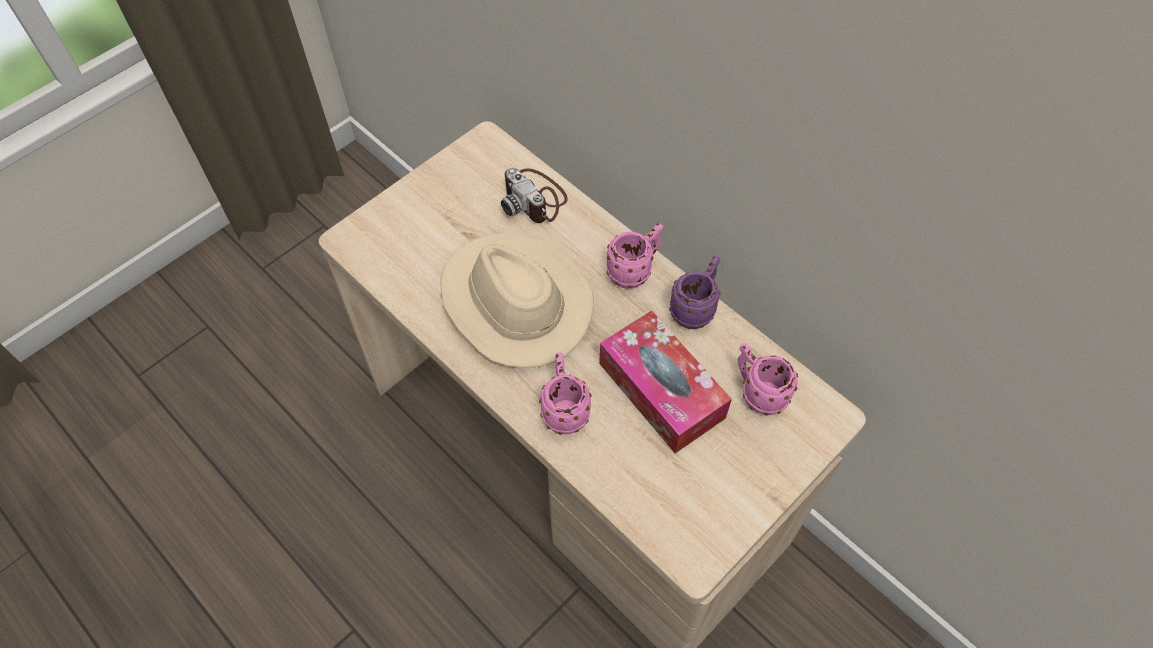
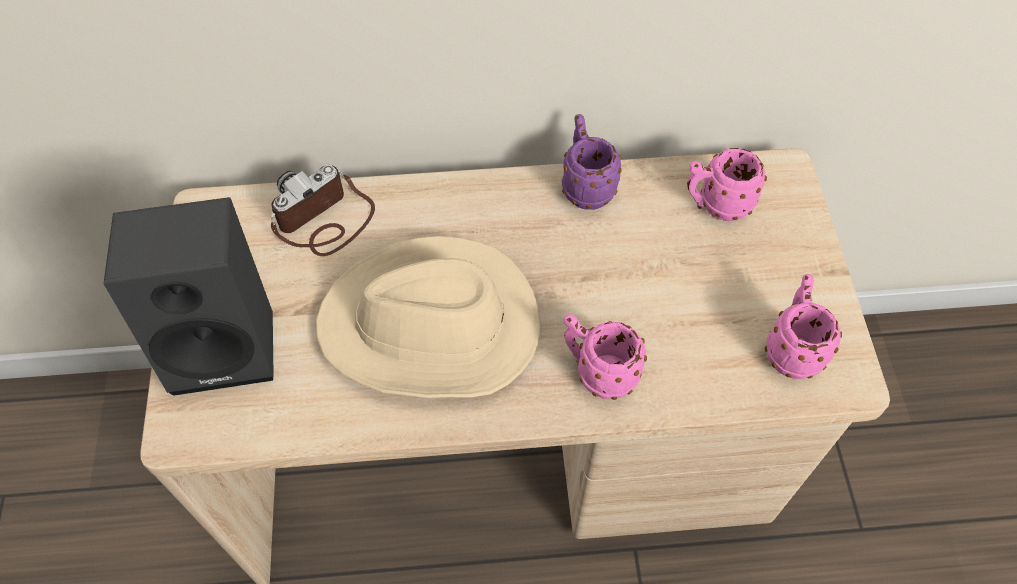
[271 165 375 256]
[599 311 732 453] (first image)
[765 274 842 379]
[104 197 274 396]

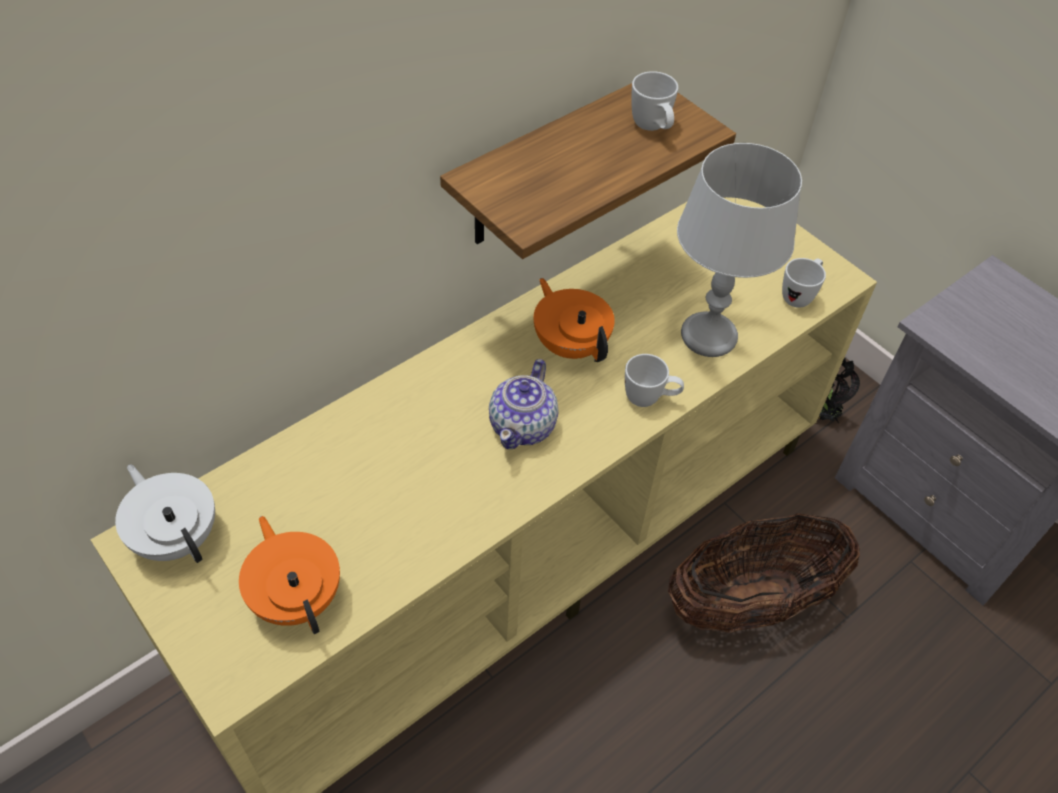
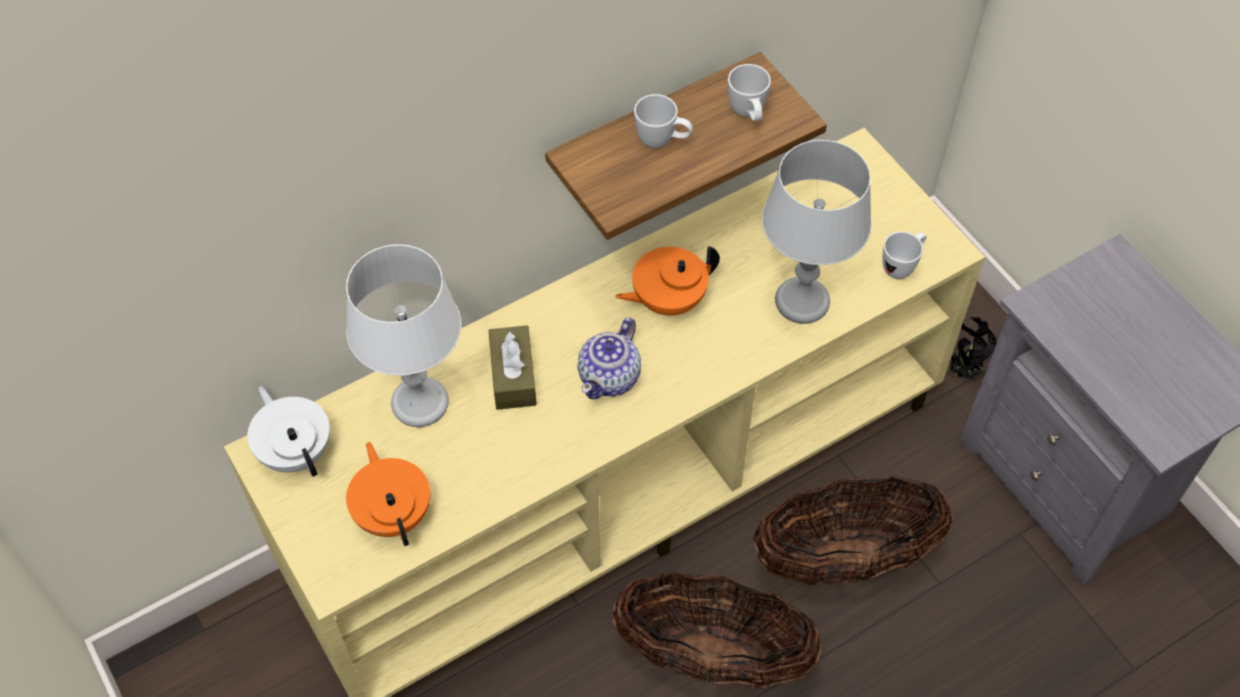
[615 246 720 315]
[634 94 693 148]
[346 244 461 427]
[488 325 537 410]
[613 572 823 689]

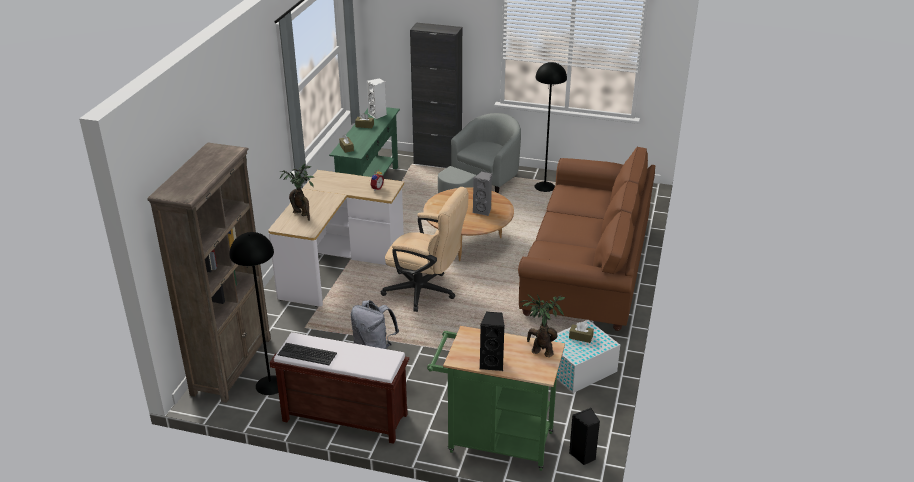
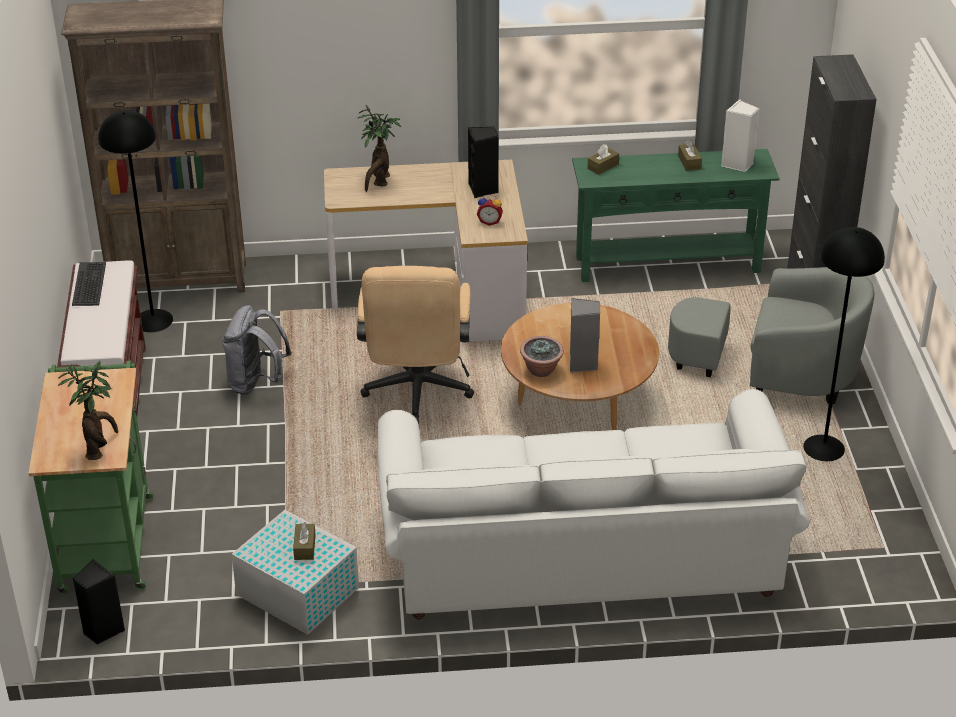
[468 127 499 198]
[377 389 810 620]
[520 336 564 377]

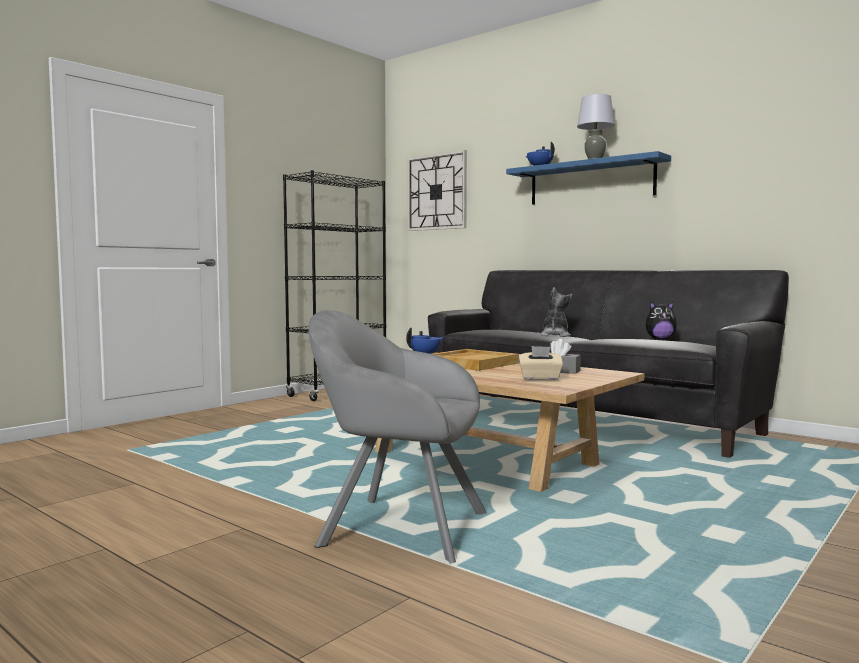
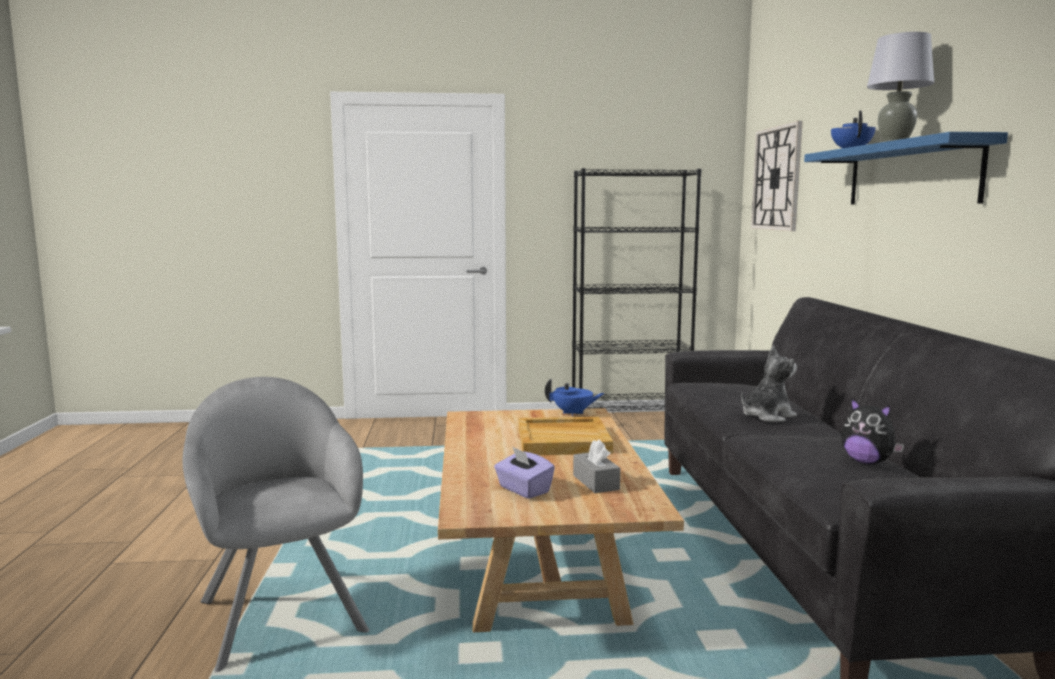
[494 446 555 499]

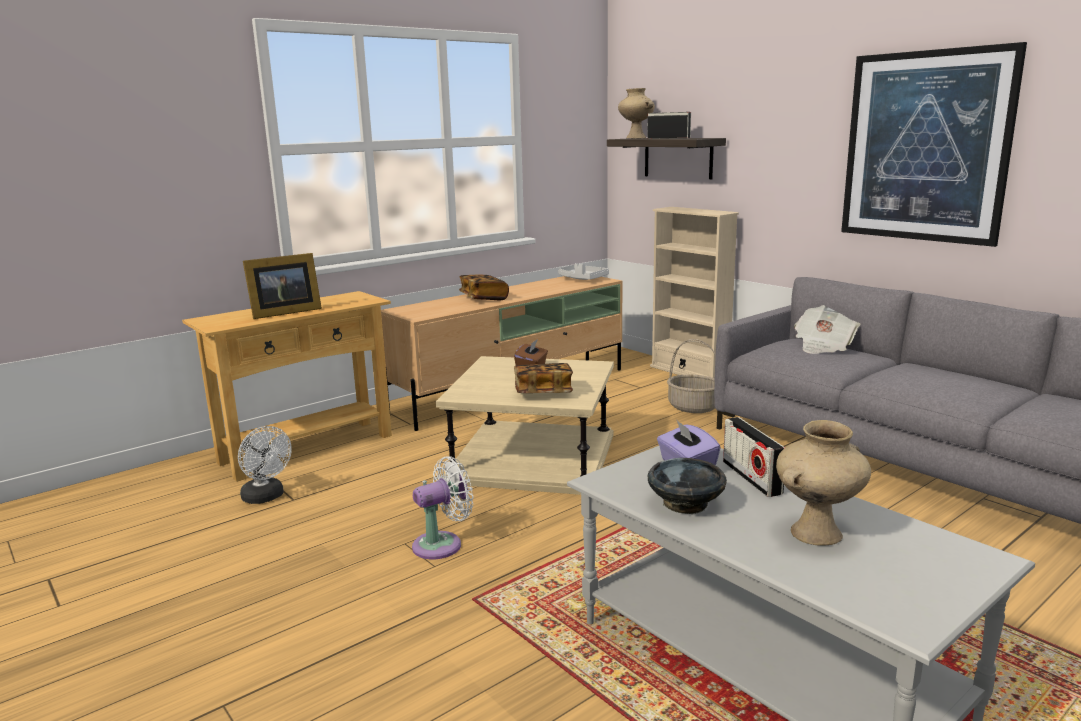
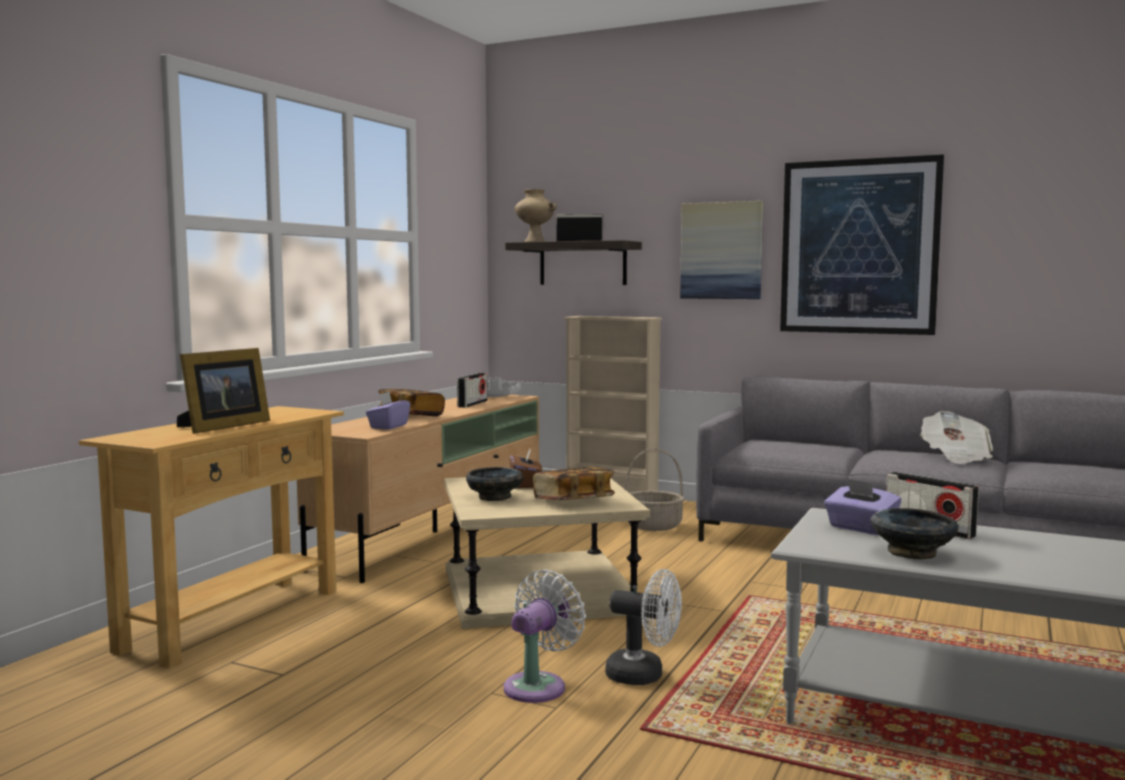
[605 569 682 685]
[776 420 871 546] (first image)
[920 411 993 464]
[366 392 410 429]
[457 373 488 408]
[466 467 524 501]
[680 201 763 299]

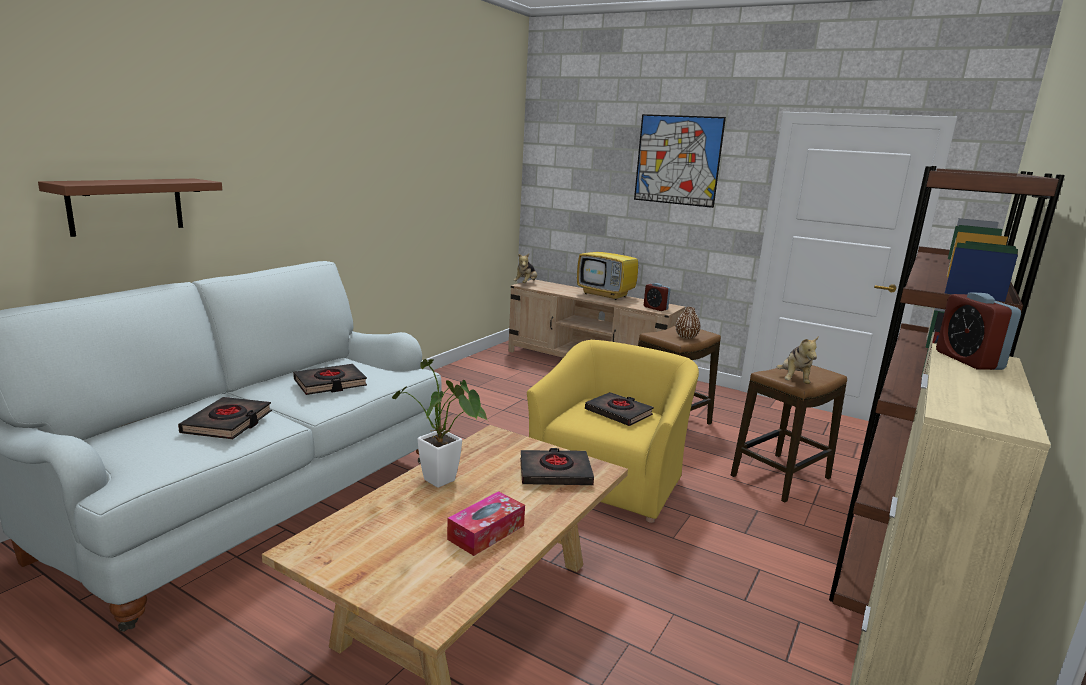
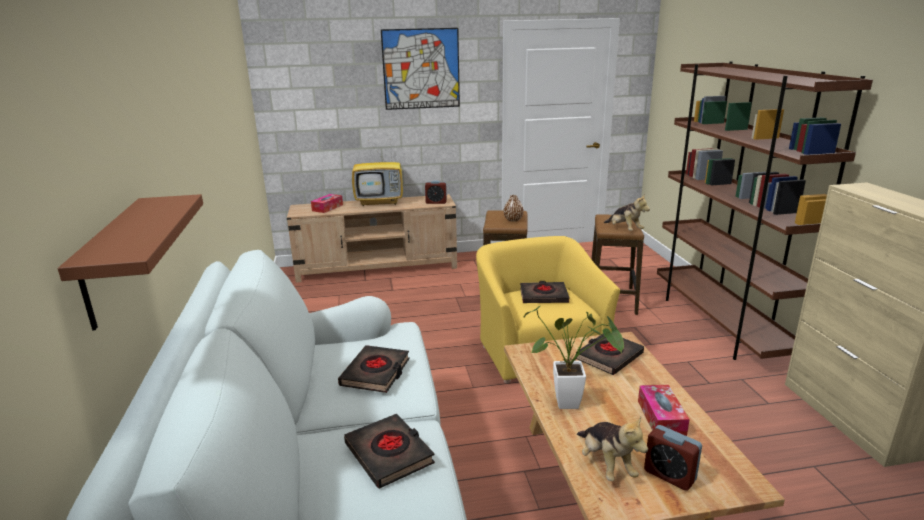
[577 417 648 481]
[644 425 702 491]
[311 194 343 213]

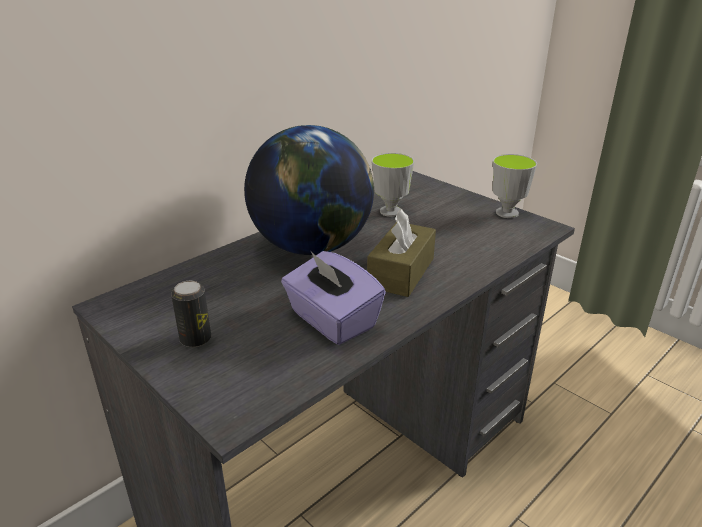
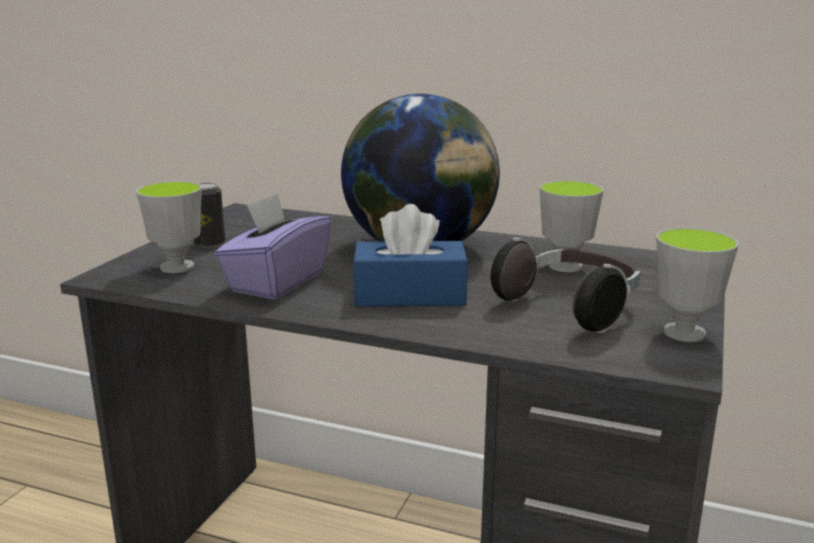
[353 204 468 307]
[136 181 202 273]
[490 237 640 333]

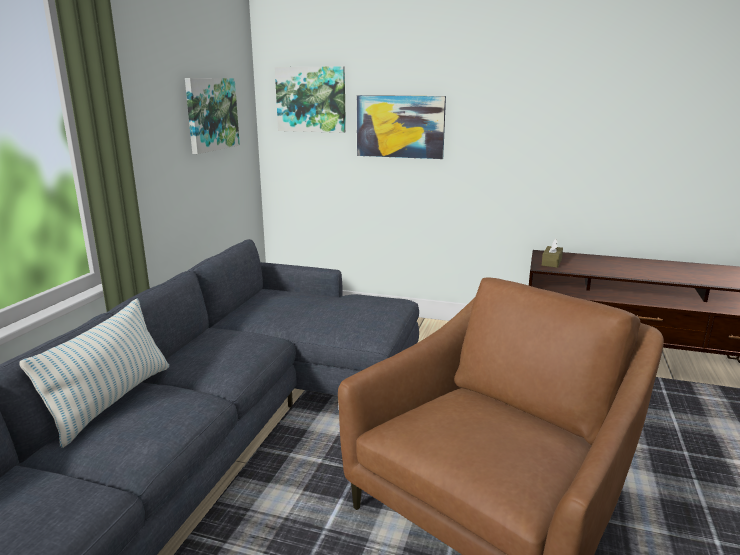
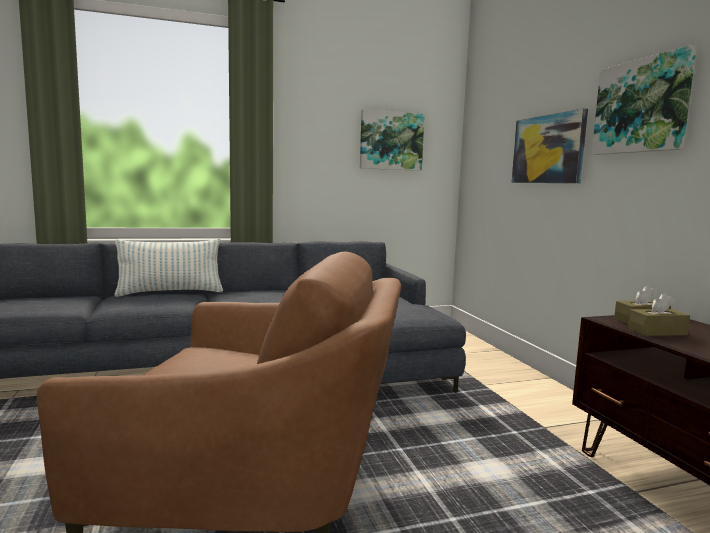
[592 45 697 155]
[628 293 690 336]

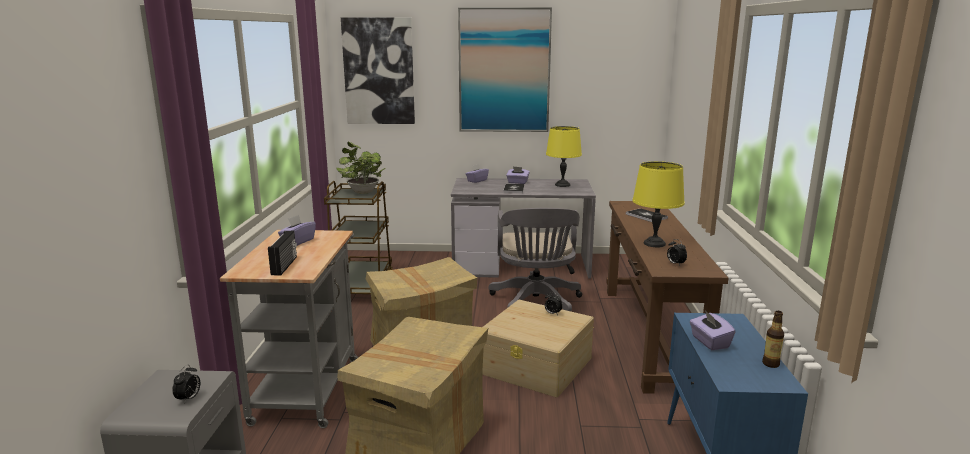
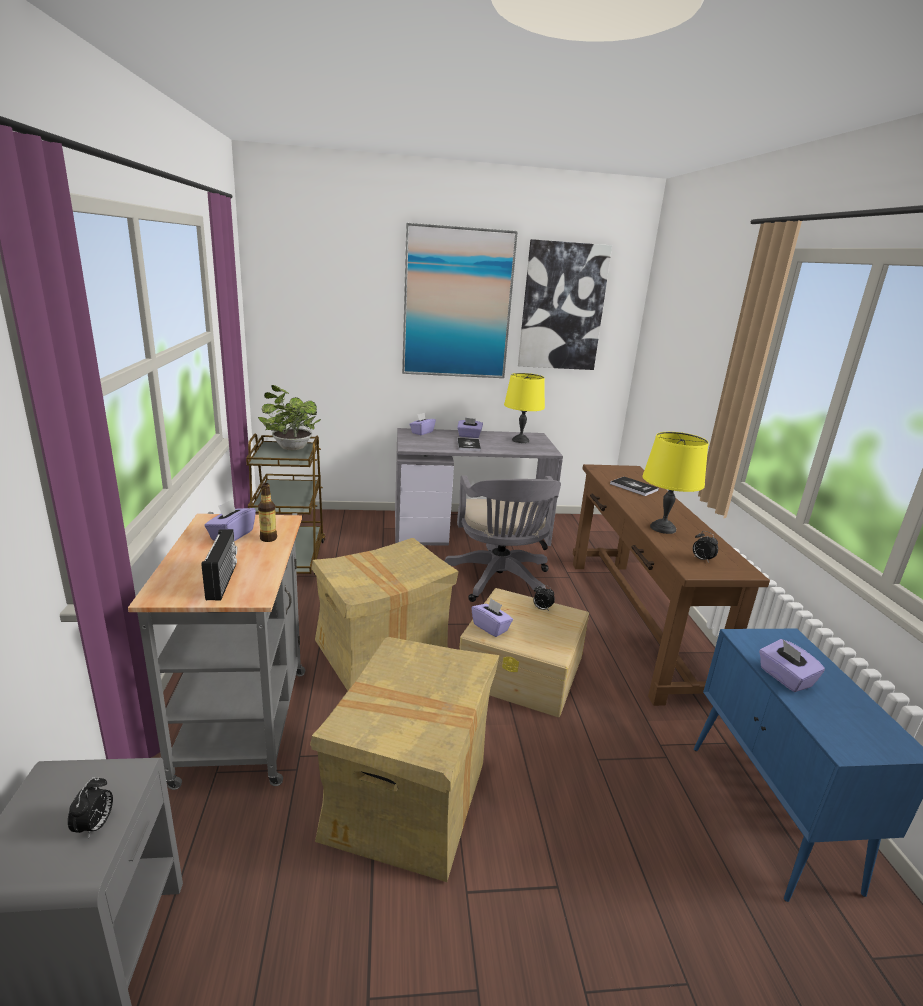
[518 239 612 370]
[258 483 277 542]
[471 599 513 637]

